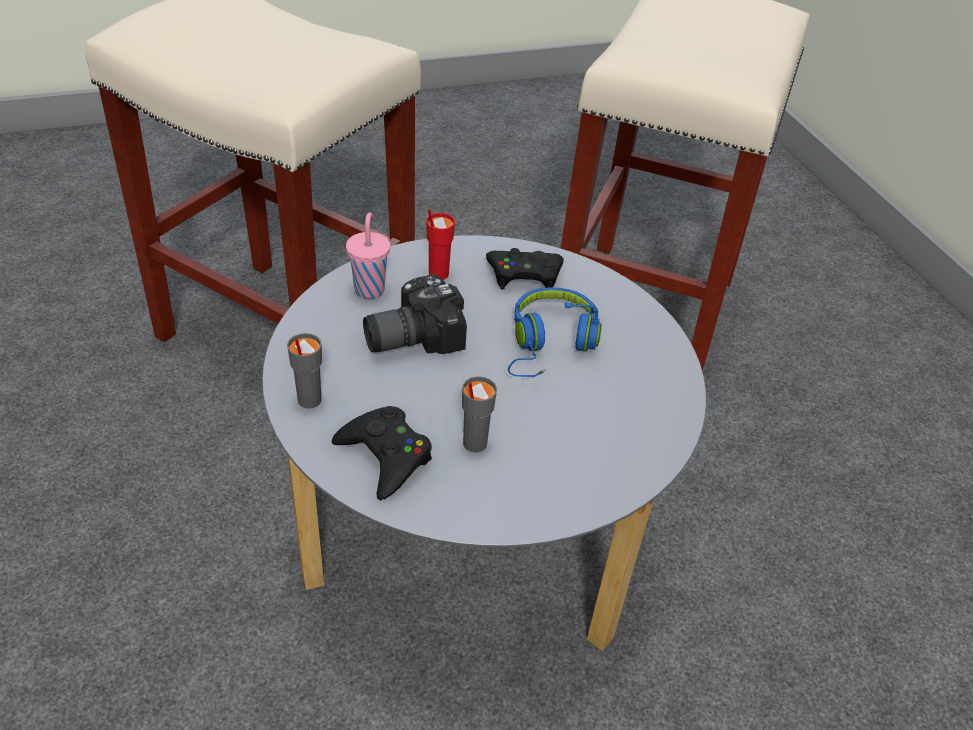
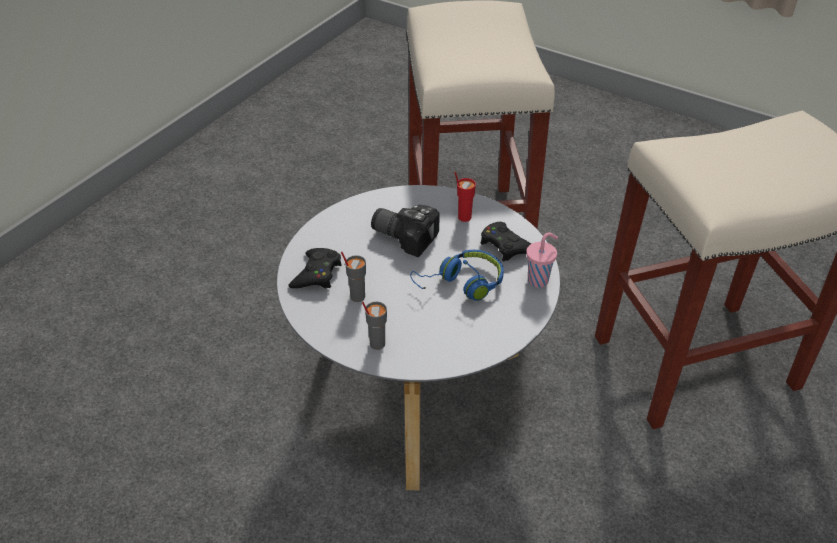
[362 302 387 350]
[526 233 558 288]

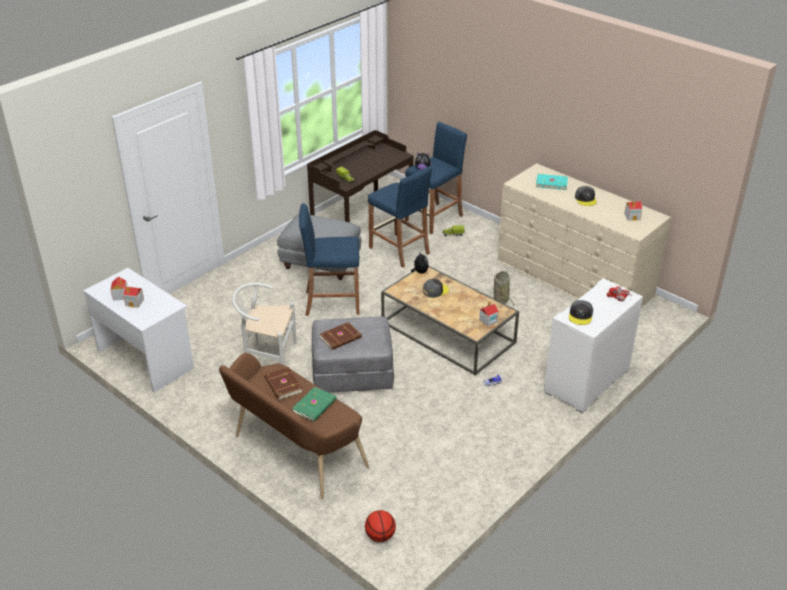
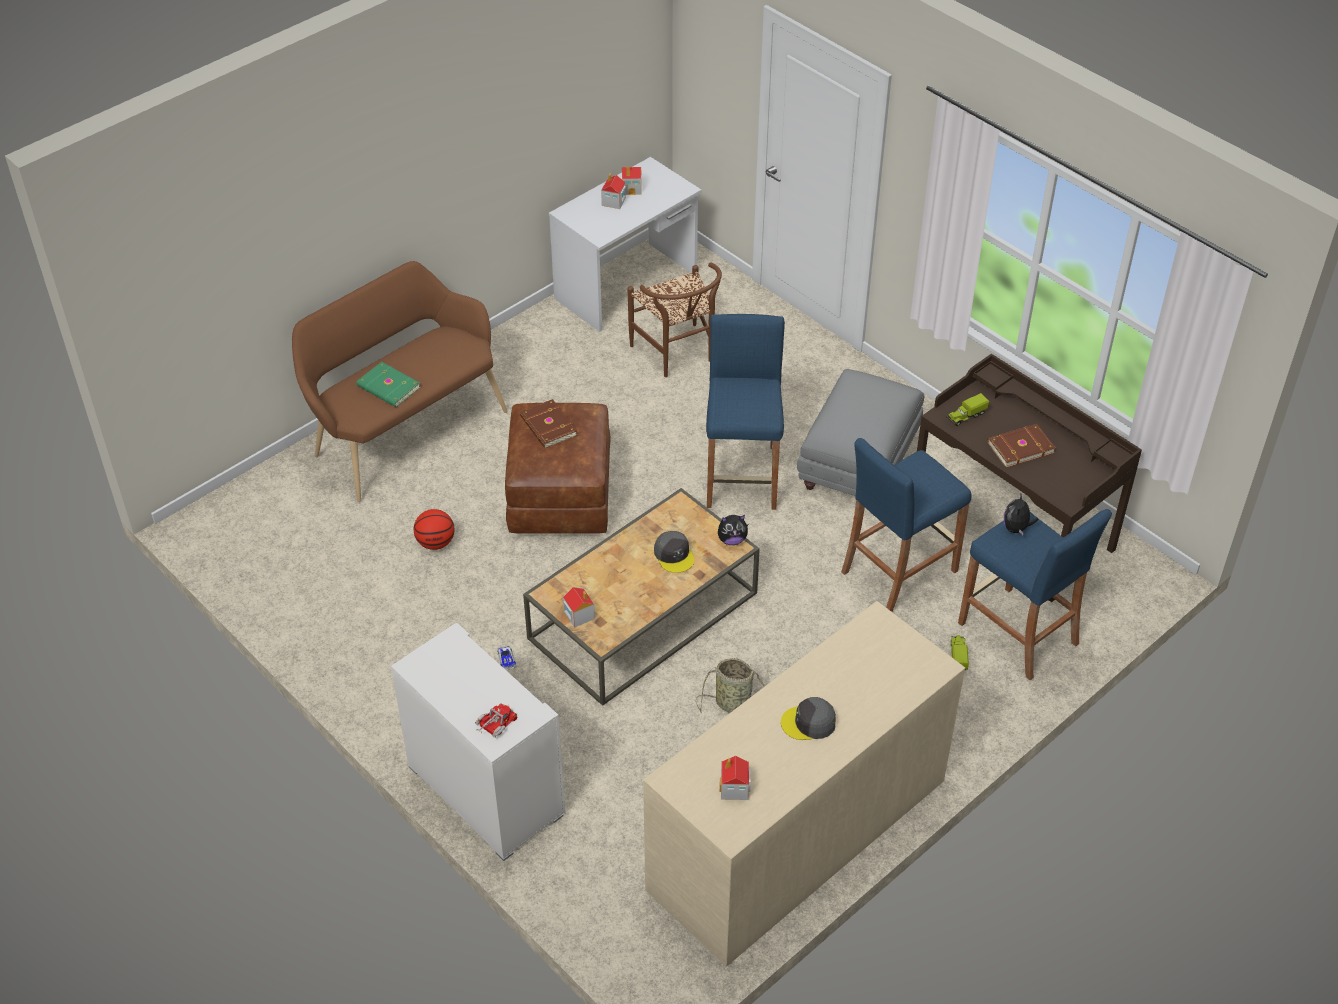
[232 283 296 365] (first image)
[987 424 1055 468]
[505 403 611 534]
[414 509 455 550]
[536 174 568 190] (first image)
[569 300 593 325] (first image)
[628 262 722 377]

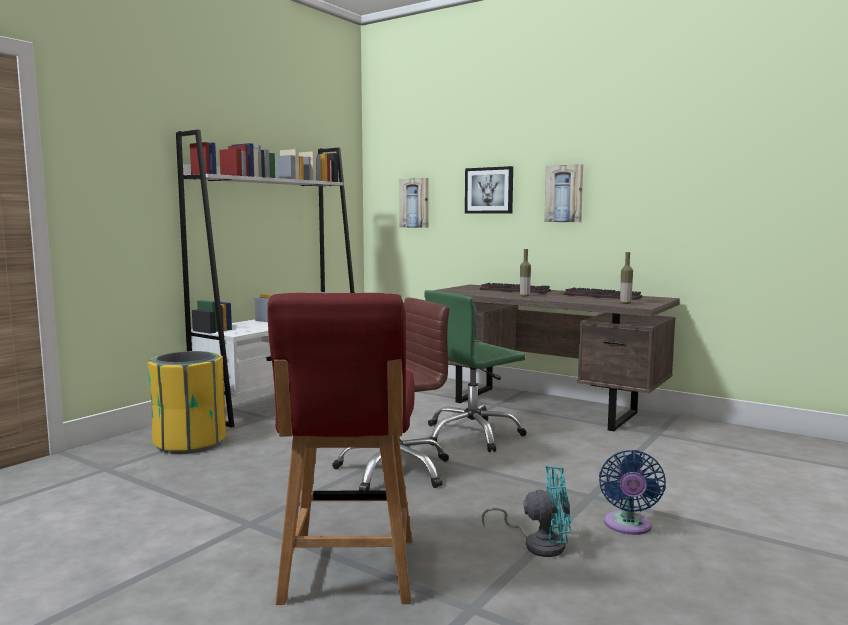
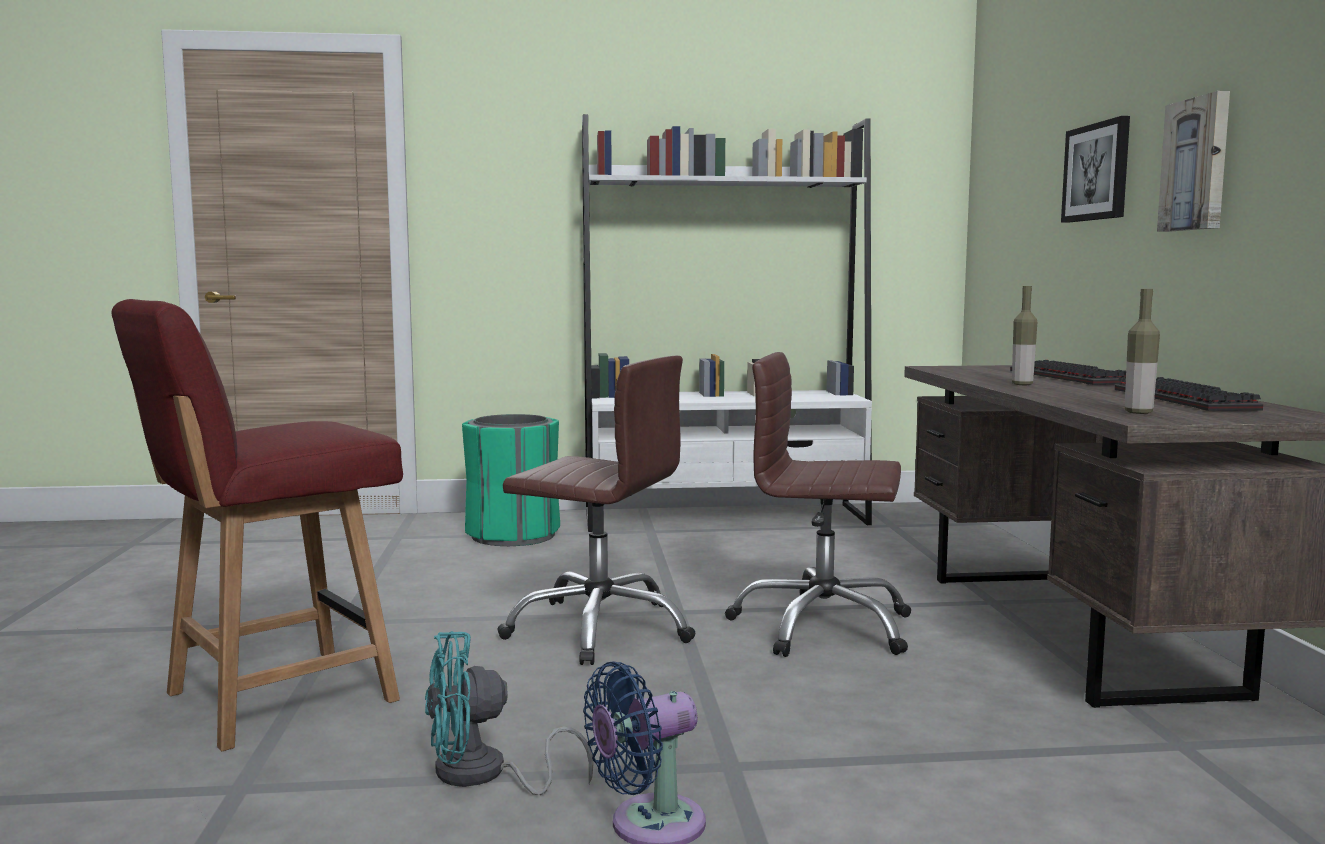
[462 414 560 546]
[399 178 429 228] (first image)
[725 352 911 657]
[425 631 594 795]

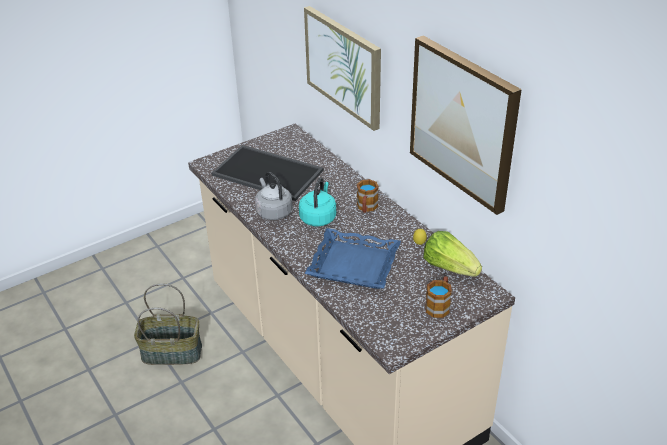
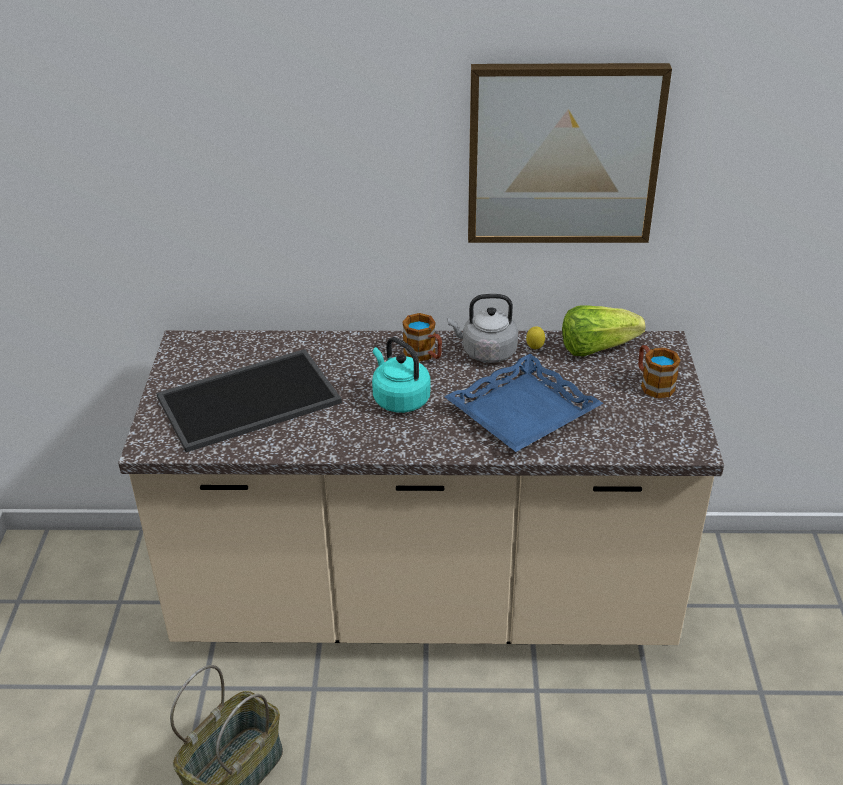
[447 294 518 363]
[304 6 381 131] (first image)

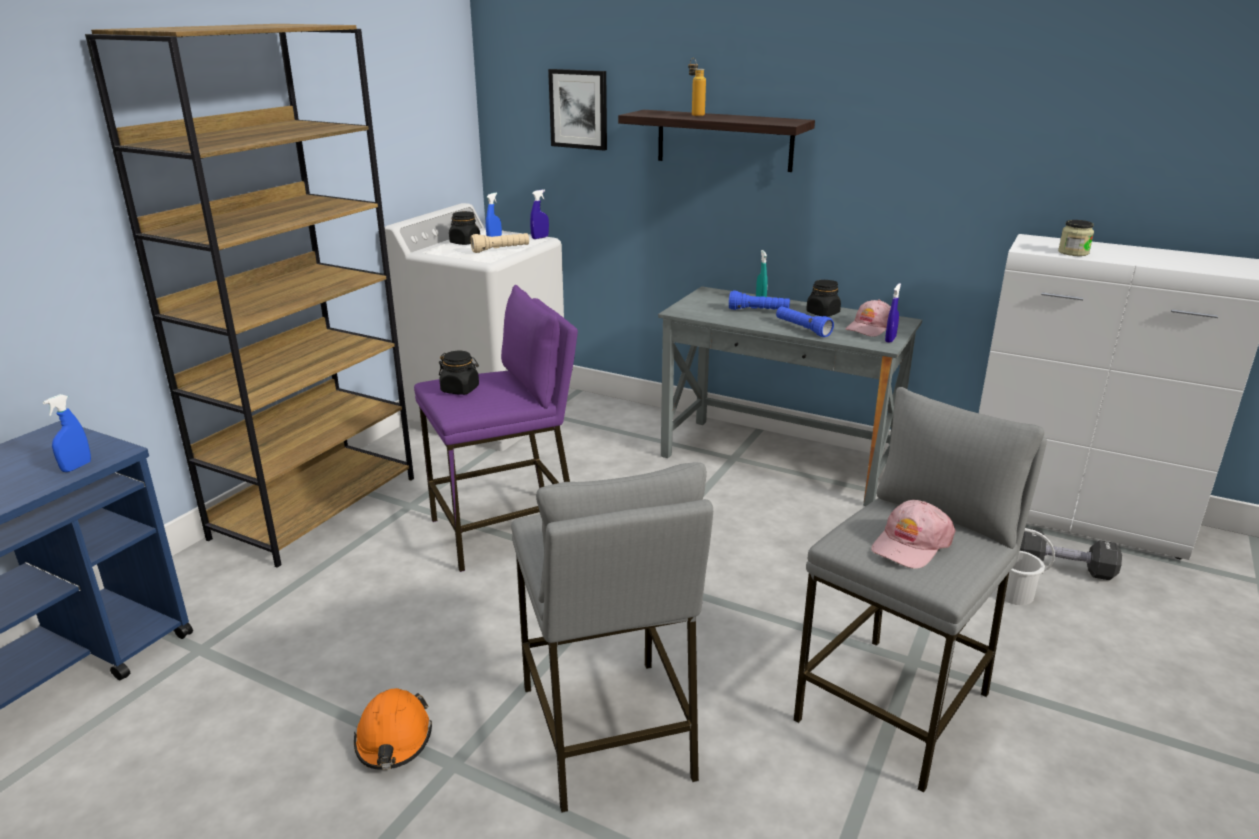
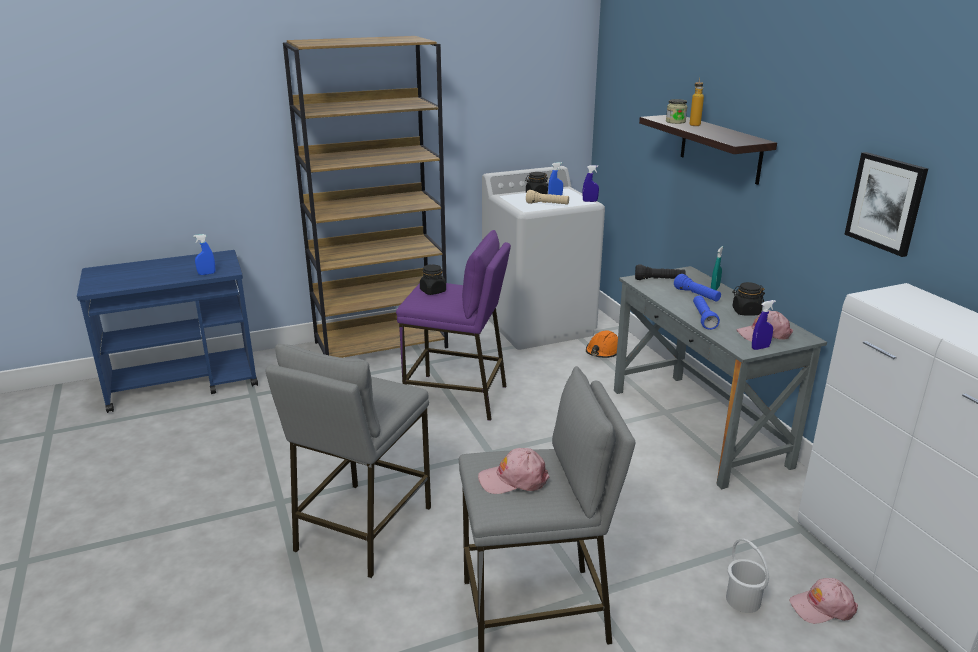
[586 330 618 358]
[844 152 928 257]
[789 578 858 624]
[666 99 688 124]
[635 264 686 280]

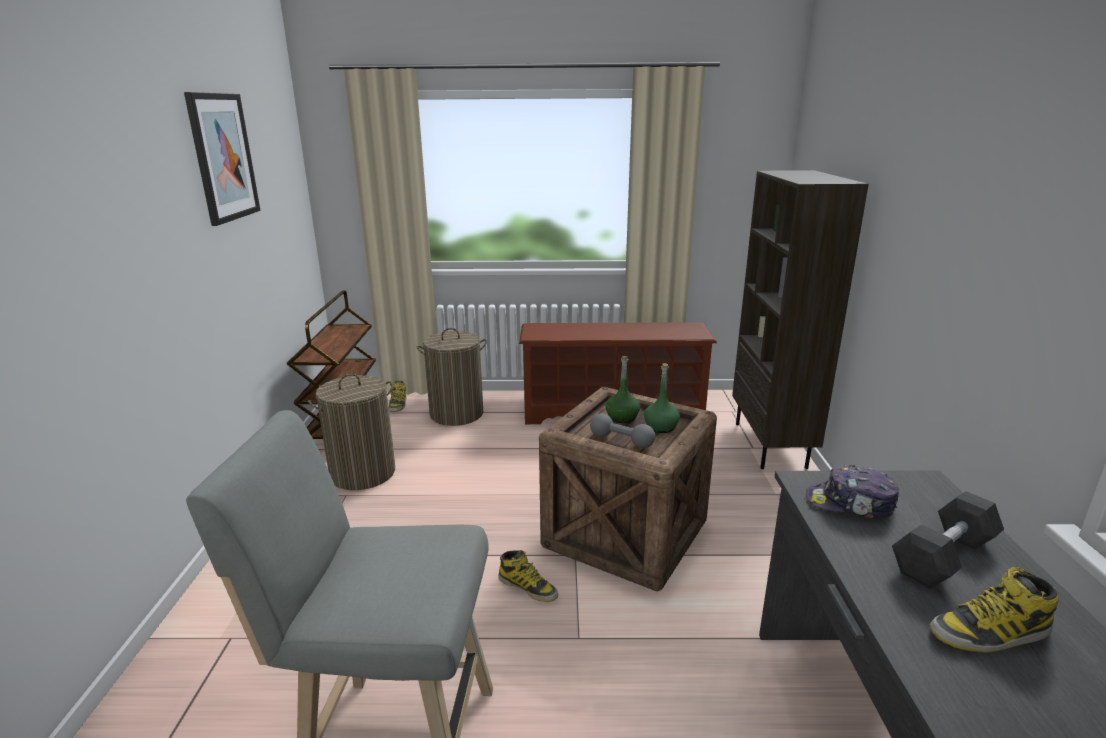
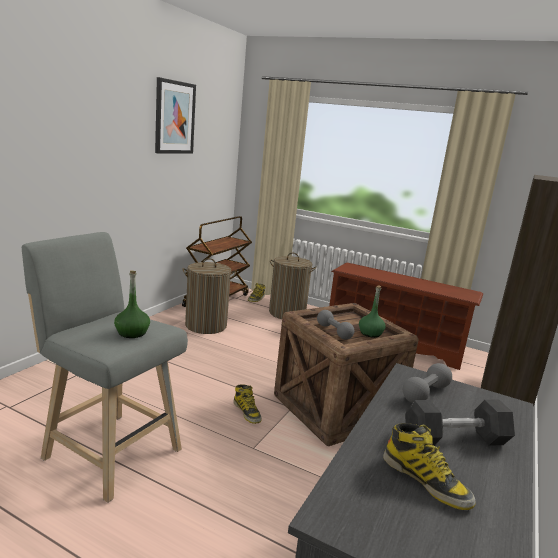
[114 270 150 338]
[403 363 452 403]
[383 423 476 510]

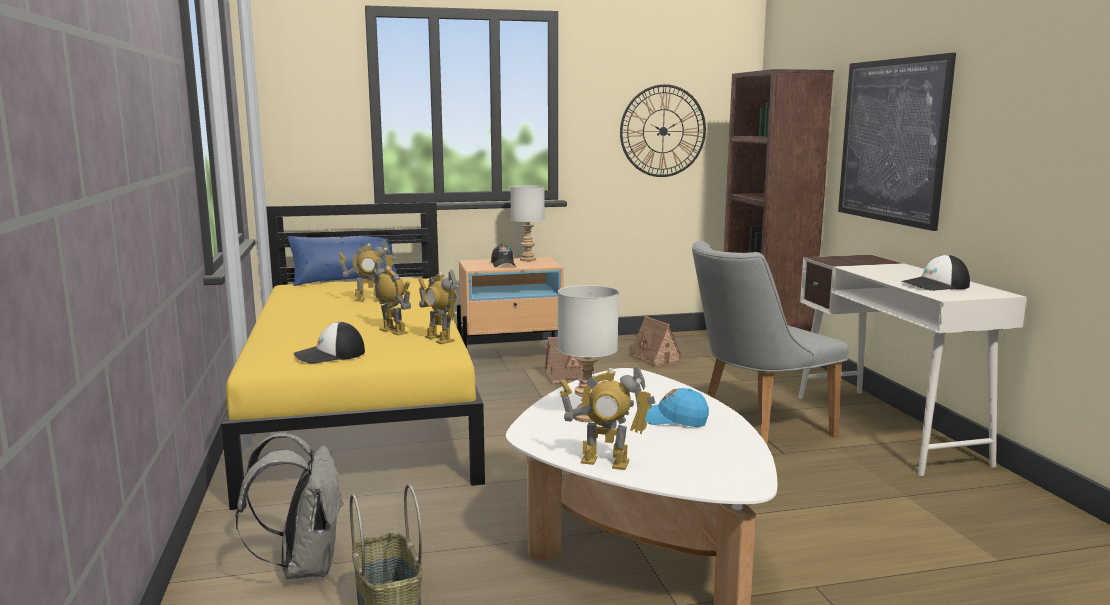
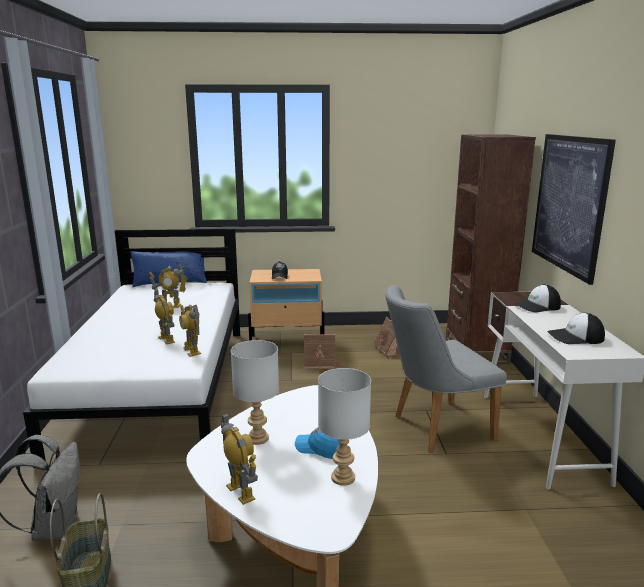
[23 229 240 468]
[514 285 561 312]
[318 368 371 486]
[221 413 258 505]
[620 84 706 177] (first image)

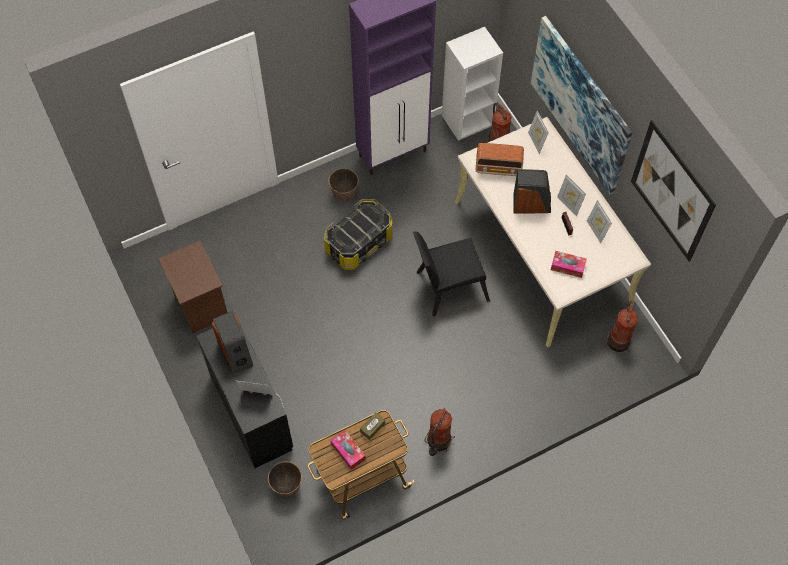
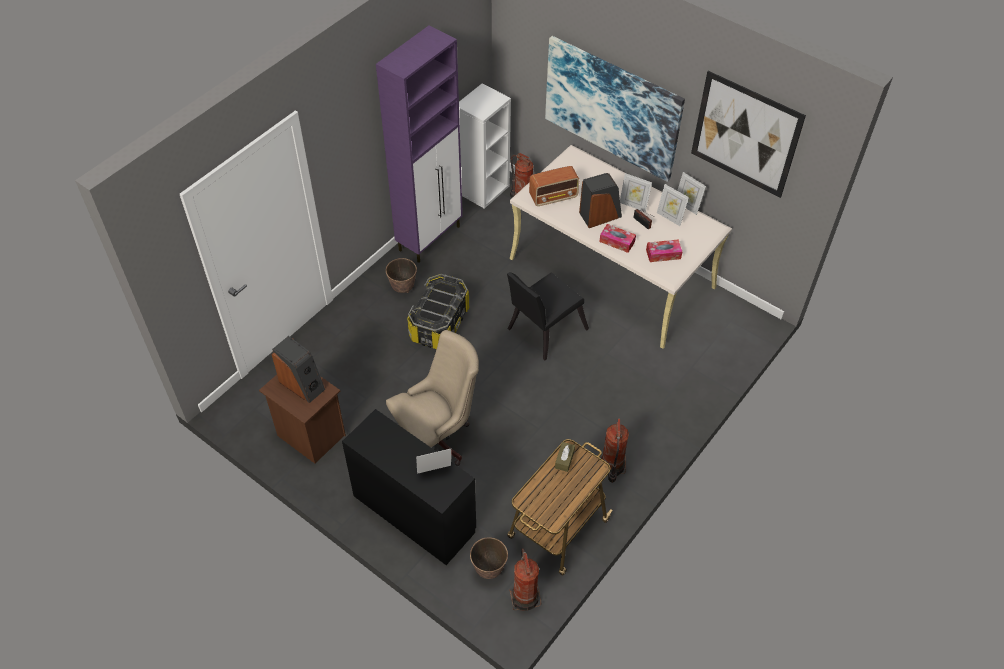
[272 336 325 403]
[599 224 636 253]
[677 172 706 215]
[509 548 541 611]
[386 330 479 466]

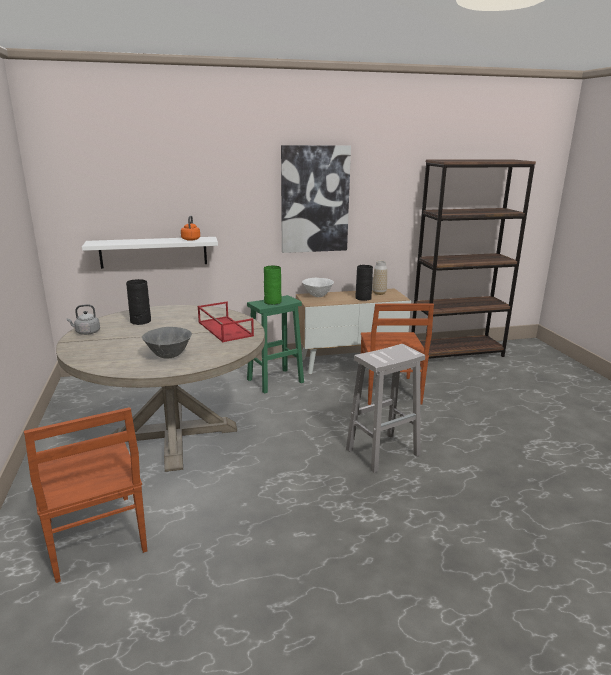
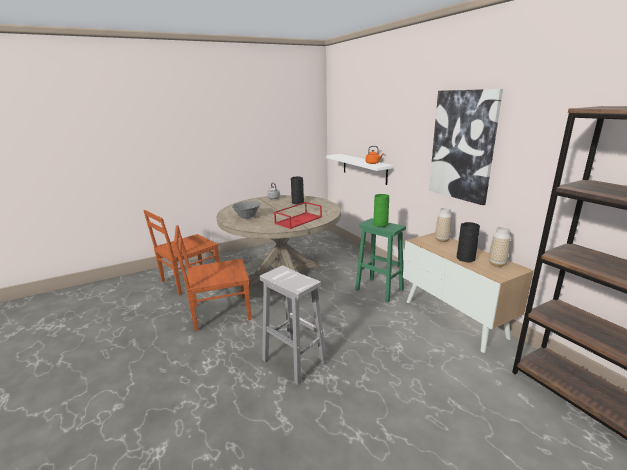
[435 208 452 242]
[174 225 251 331]

